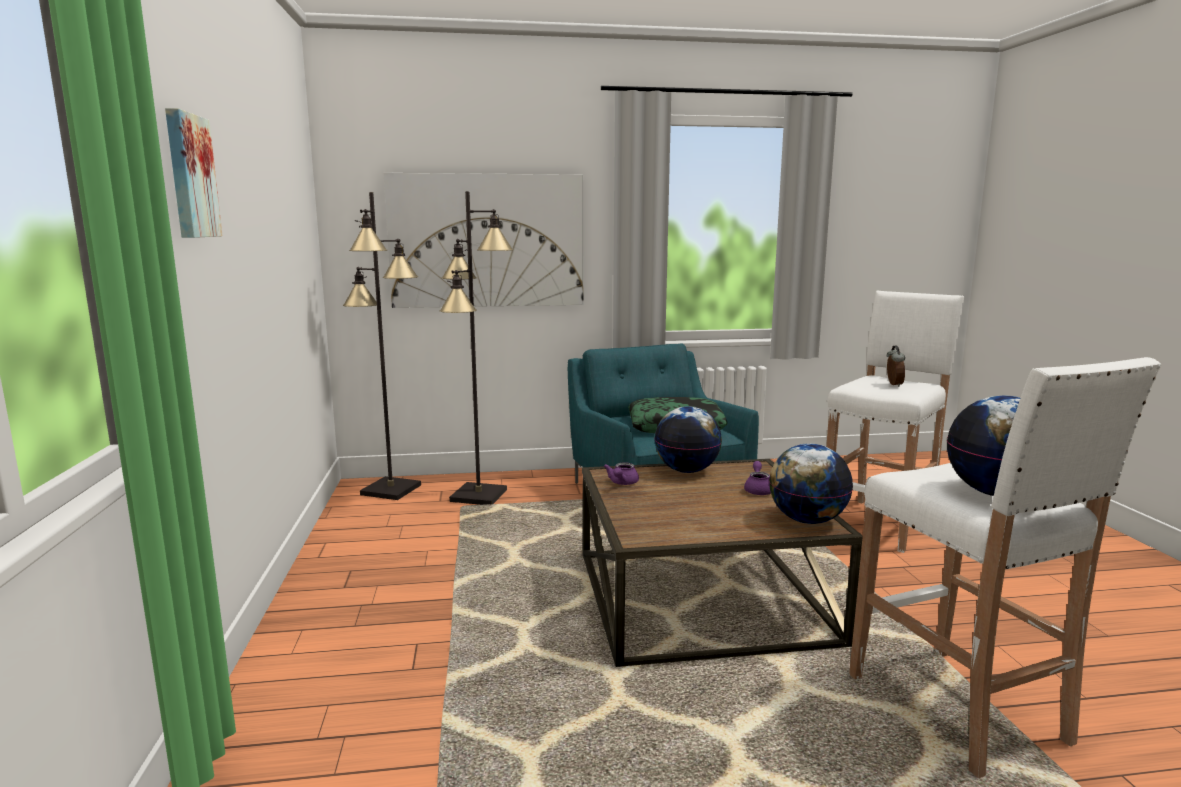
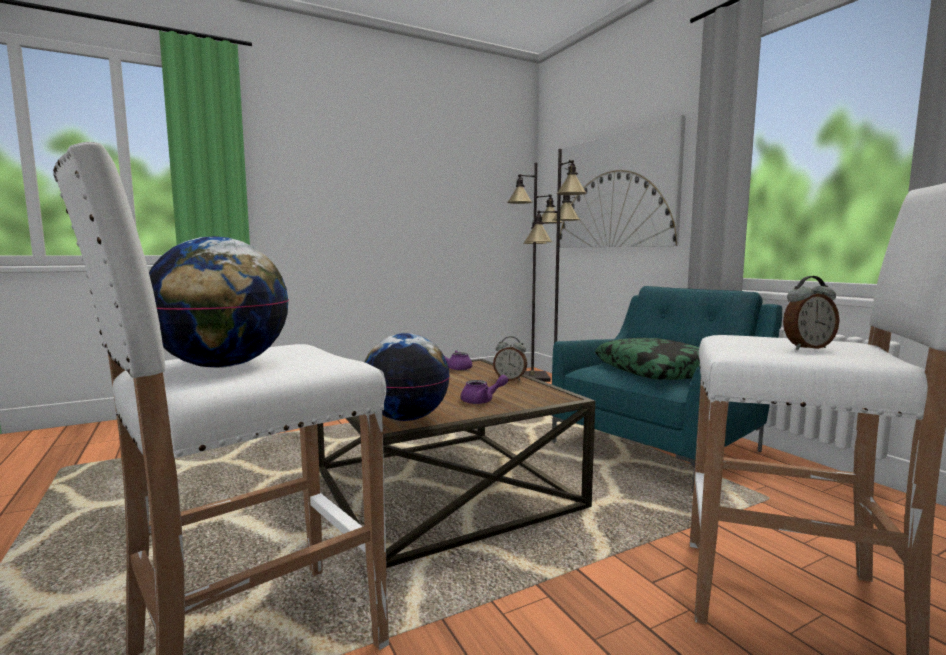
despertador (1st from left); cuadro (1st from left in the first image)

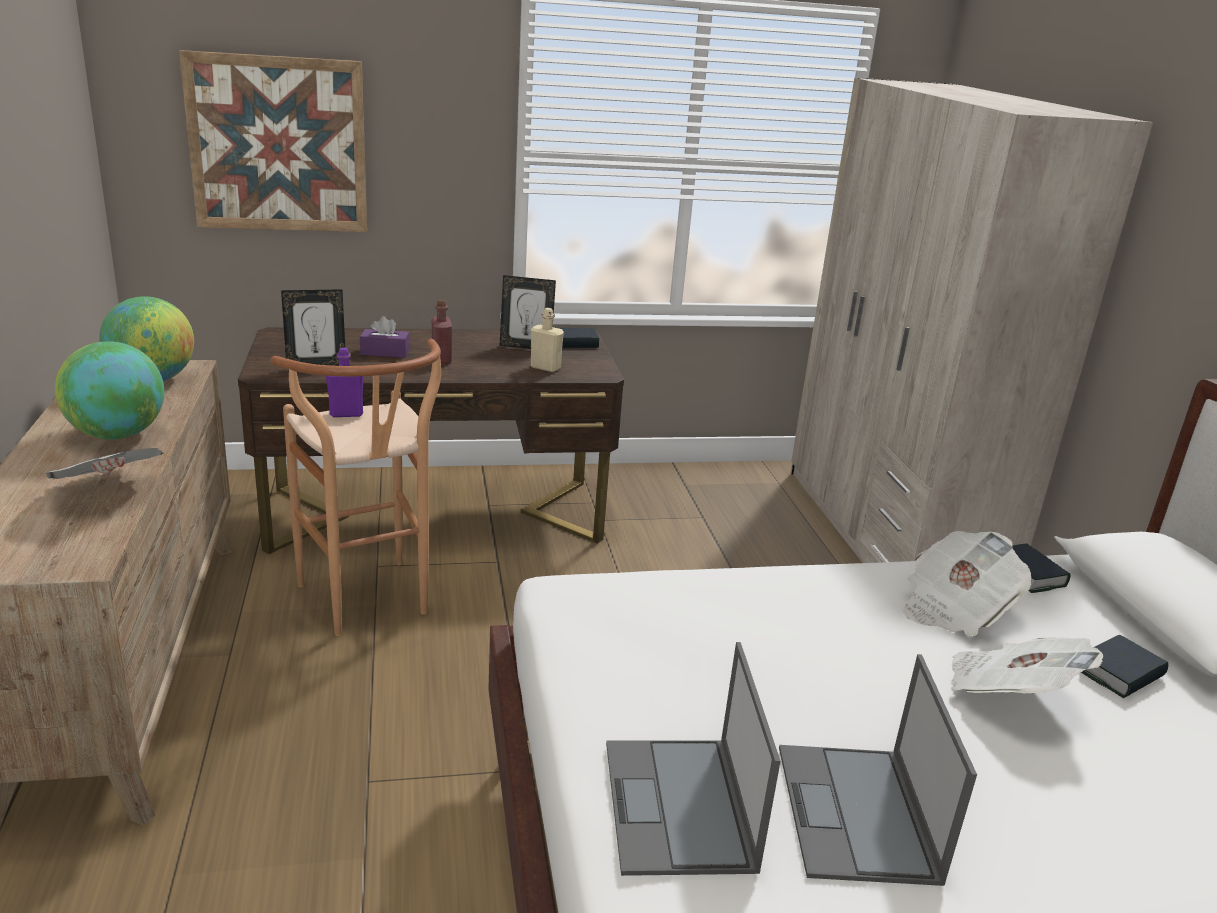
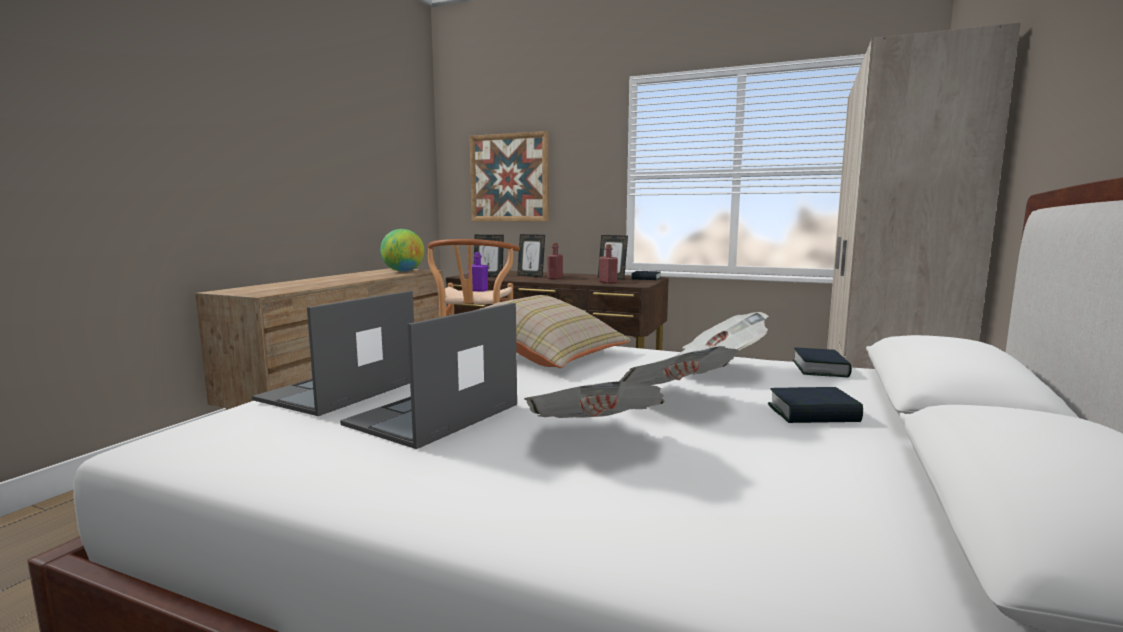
cojín [beis]; portarretratos (2nd from left); periódico (1st from left); botella [rojo] (2nd from left); globo terráqueo (1st from left in the first image)

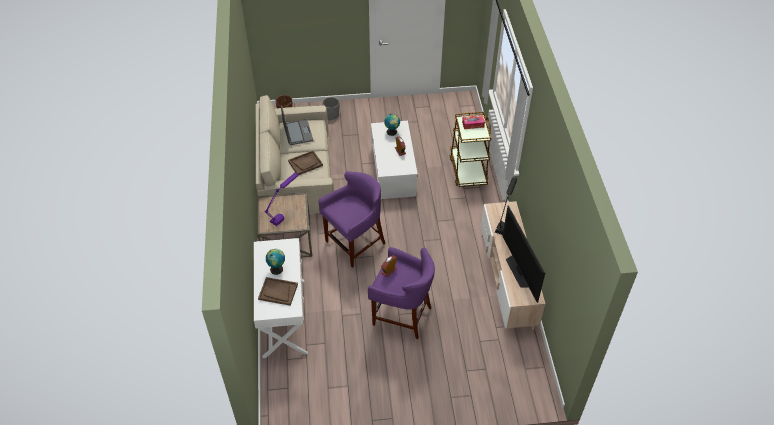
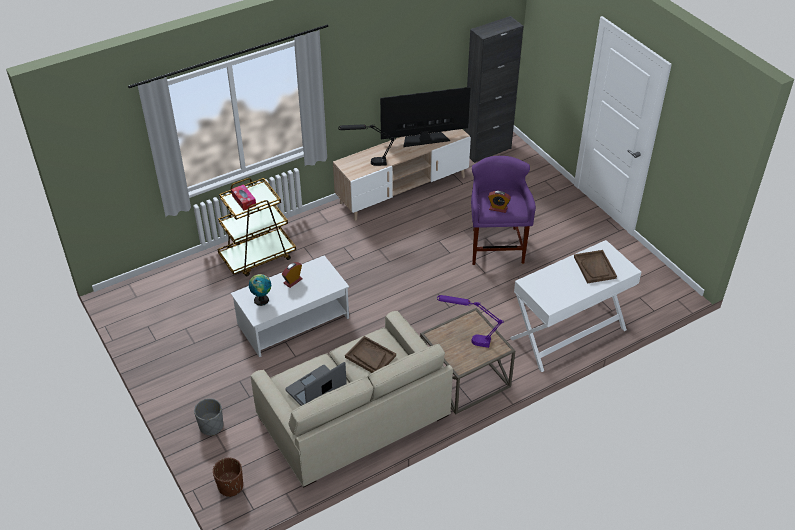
televisor; armario [negro]; globo terráqueo (1st from left in the first image); taburete [morado] (1st from left in the first image)

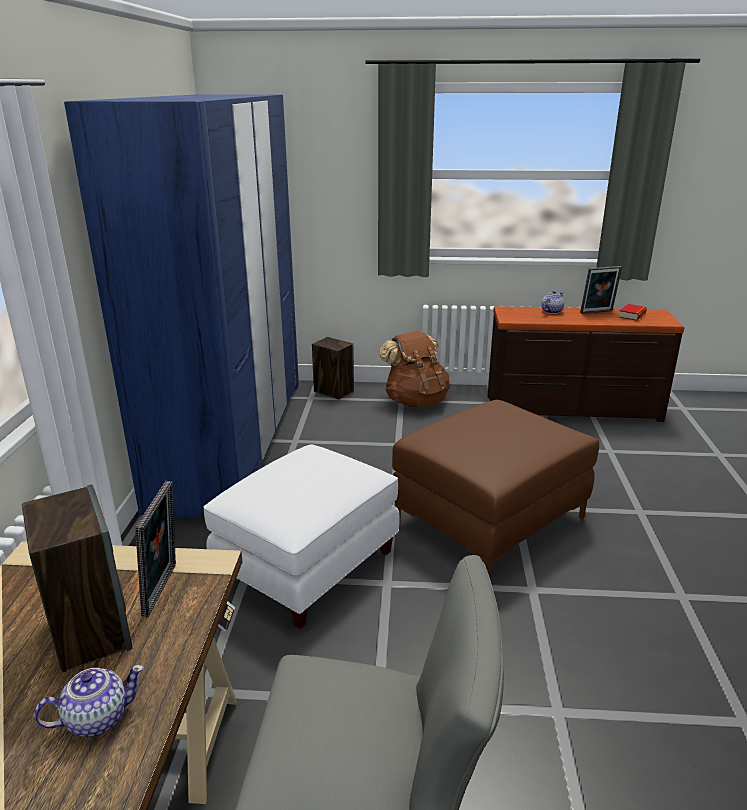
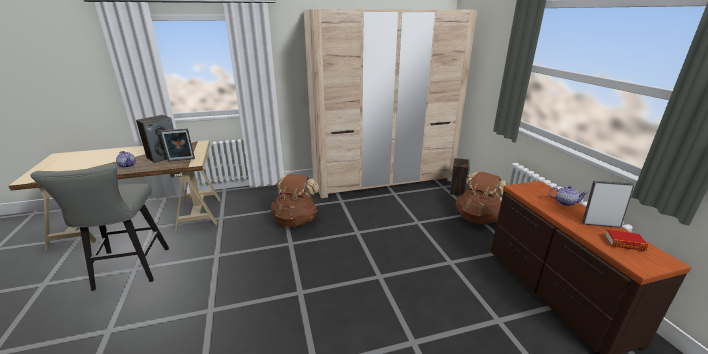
mochila [marrón] (1st from left); armario ropero [beis]; portarretratos (2nd from left); puf [marrón]

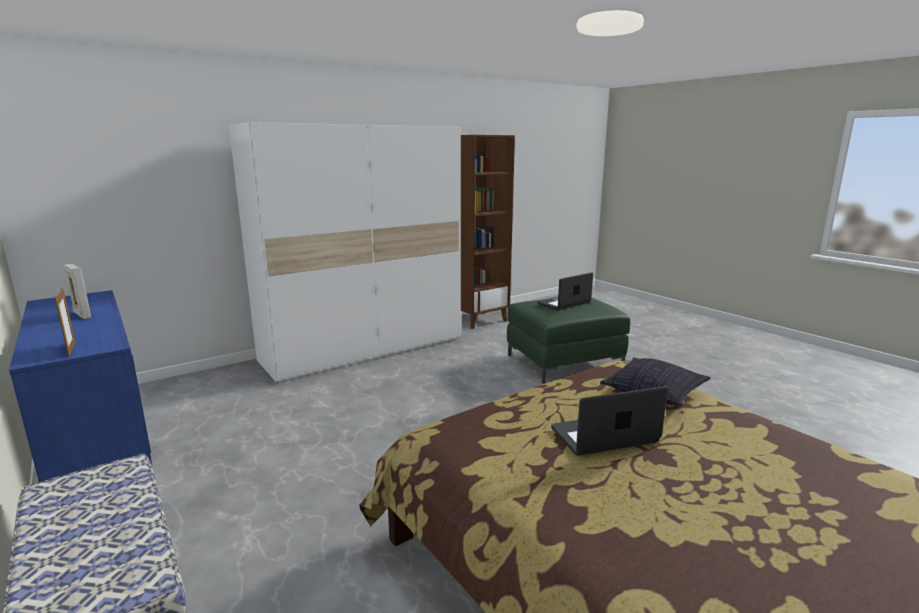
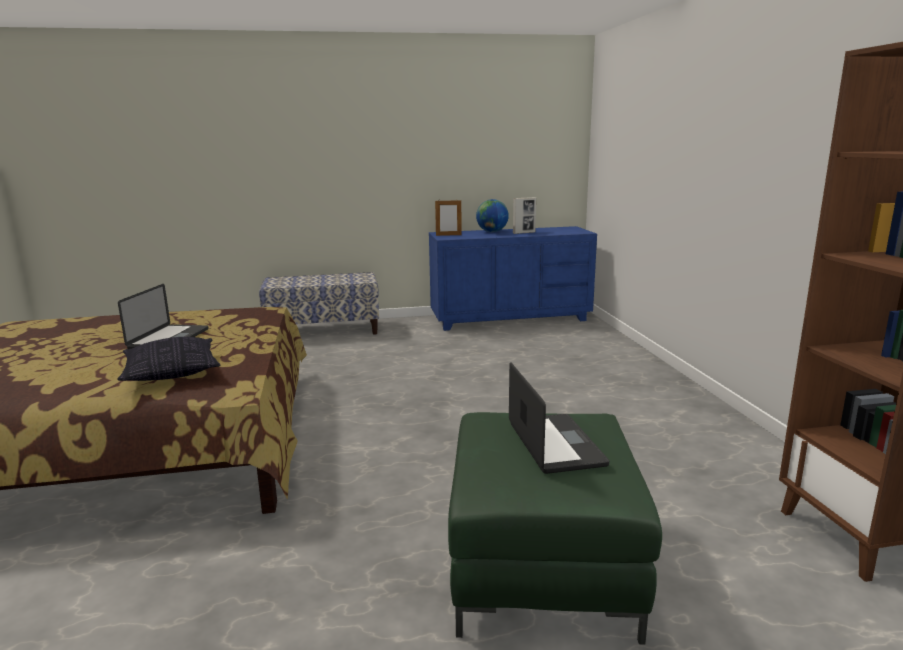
globo terráqueo; armario ropero [blanco]

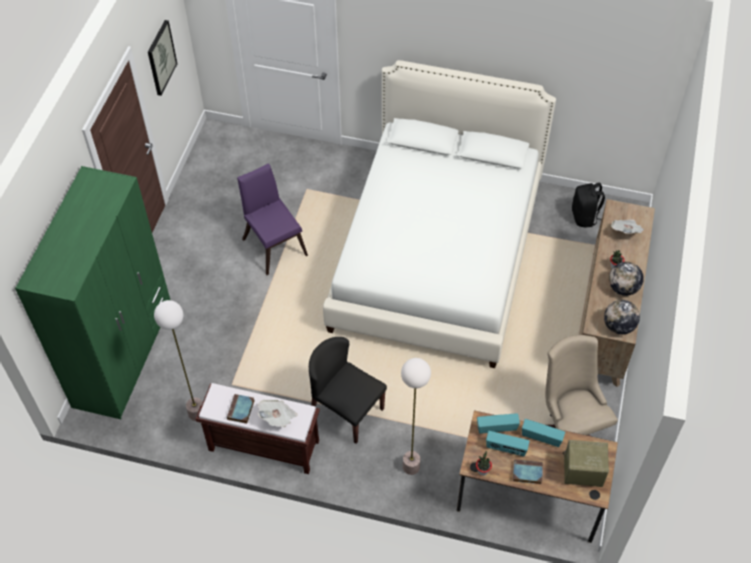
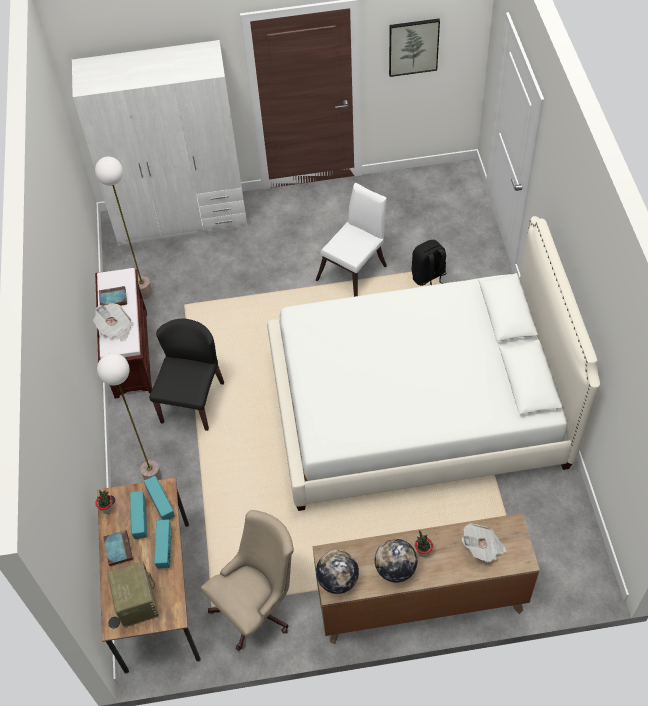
armario ropero [blanco]; silla [blanco]; mochila [negro]

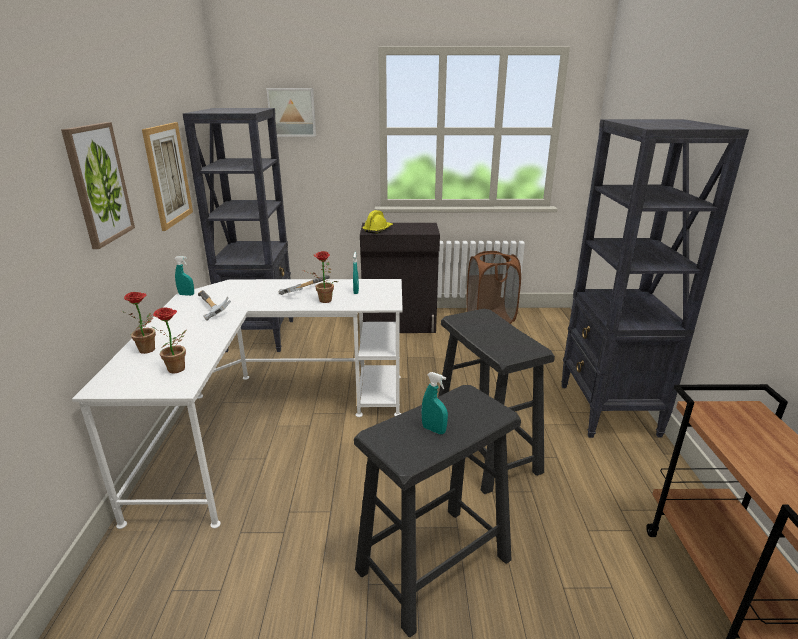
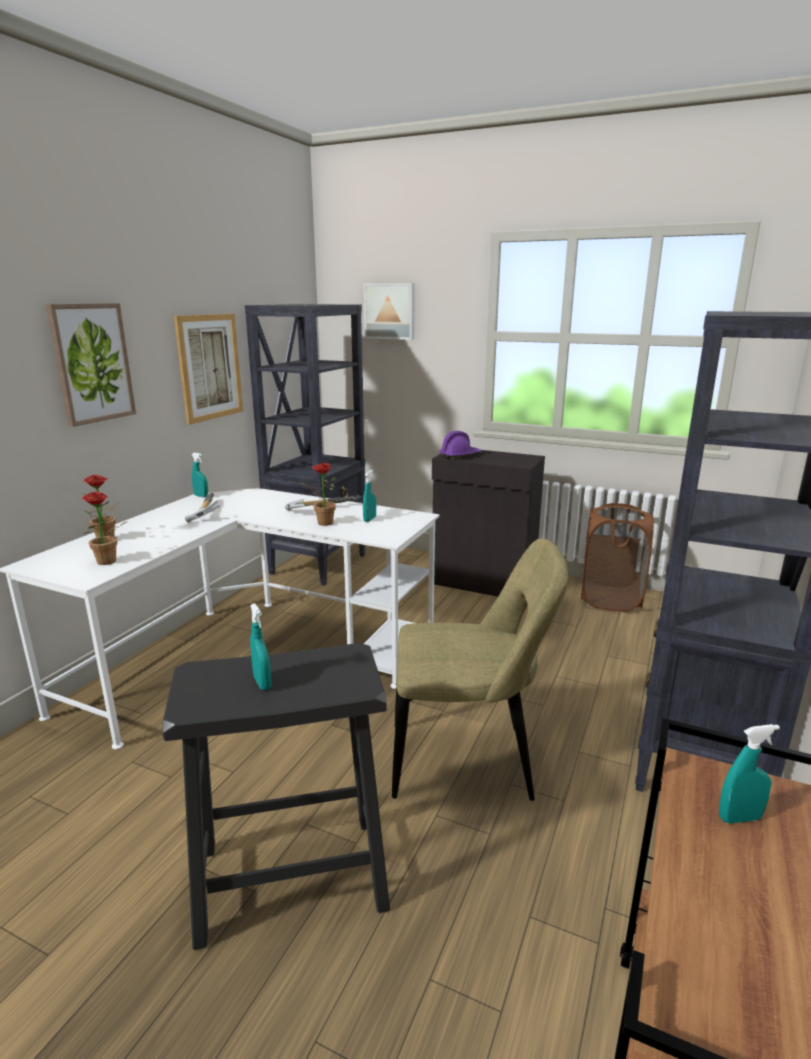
silla [beis]; casco [morado]; pulverizador [turquesa] (4th from left)

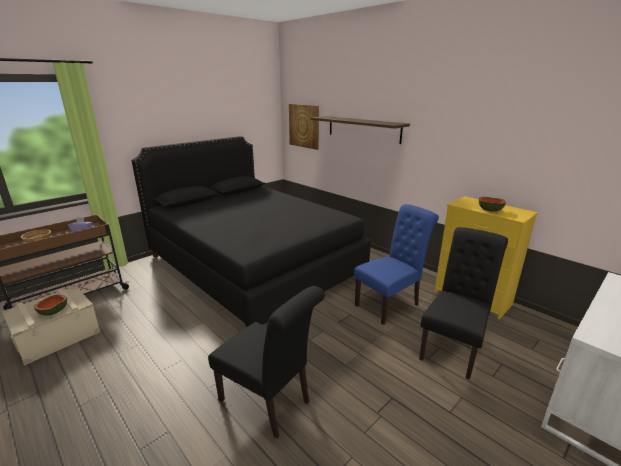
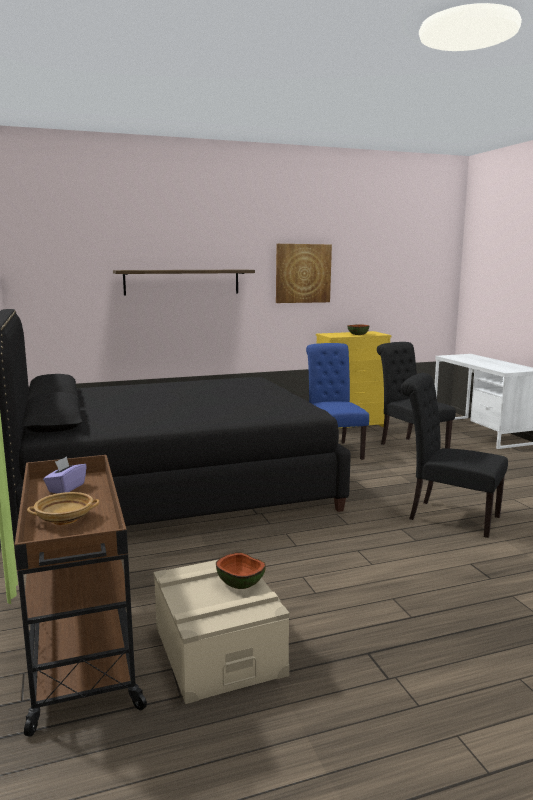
cuadro; silla [negro] (2nd from left)

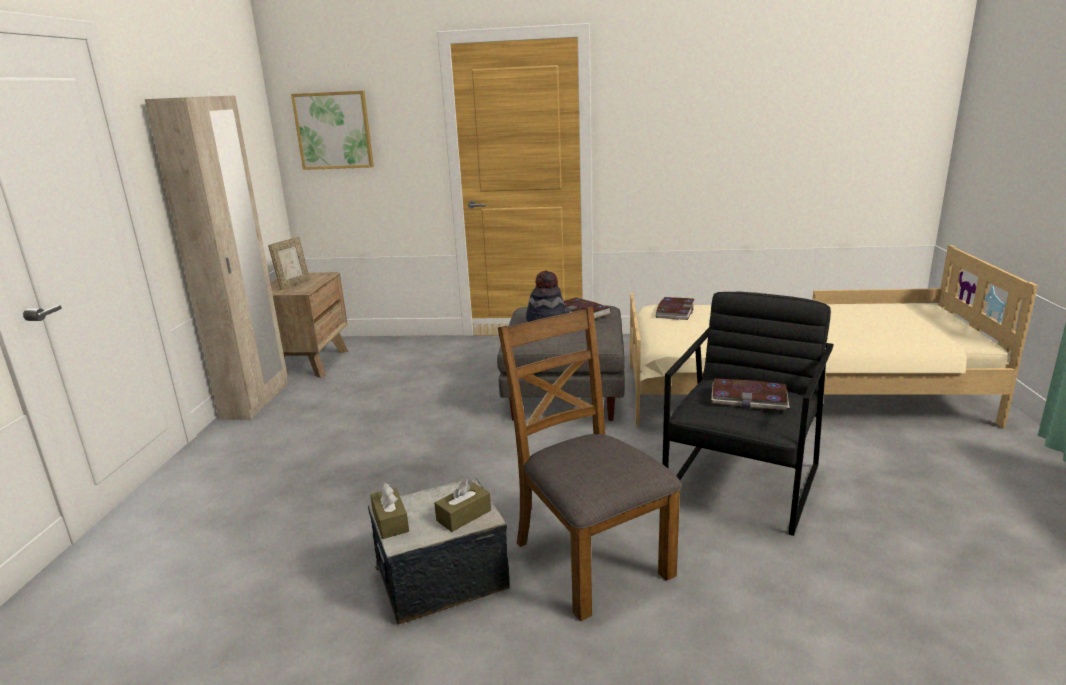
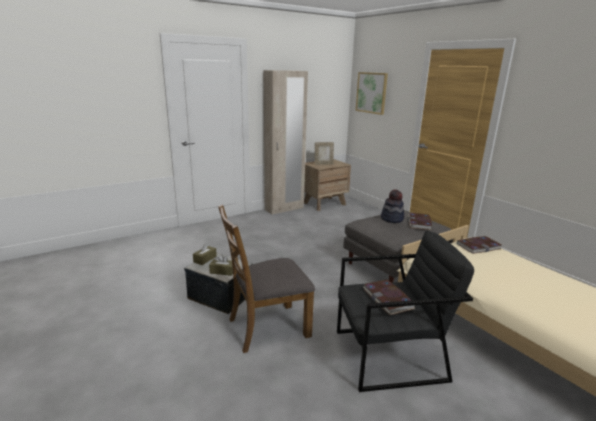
silla [marrón]

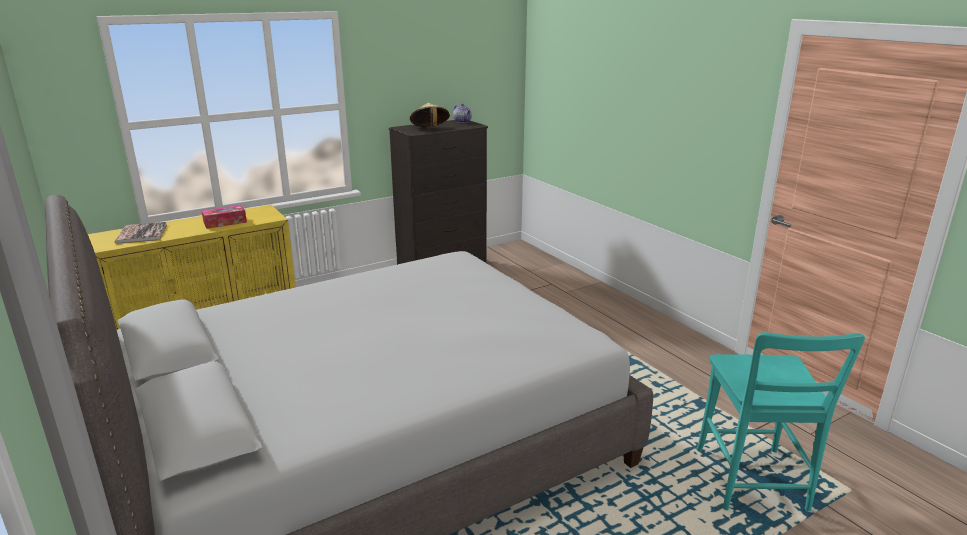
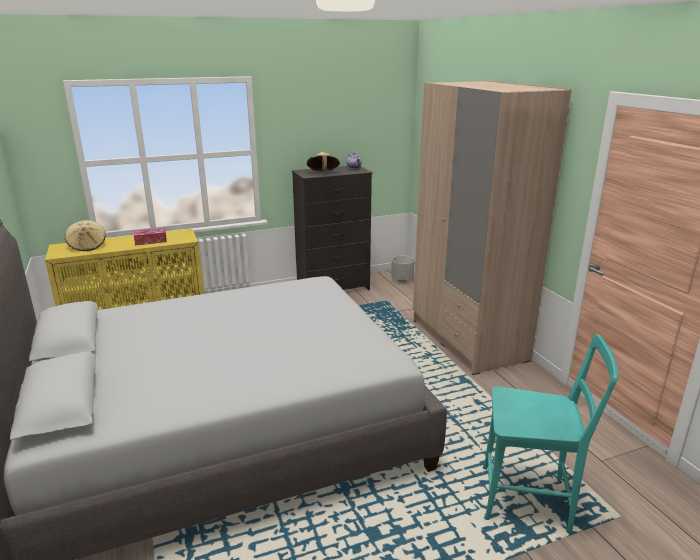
sombrero [beis] (1st from left); maceta [gris]; armario ropero [beis]; silla [turquesa]

